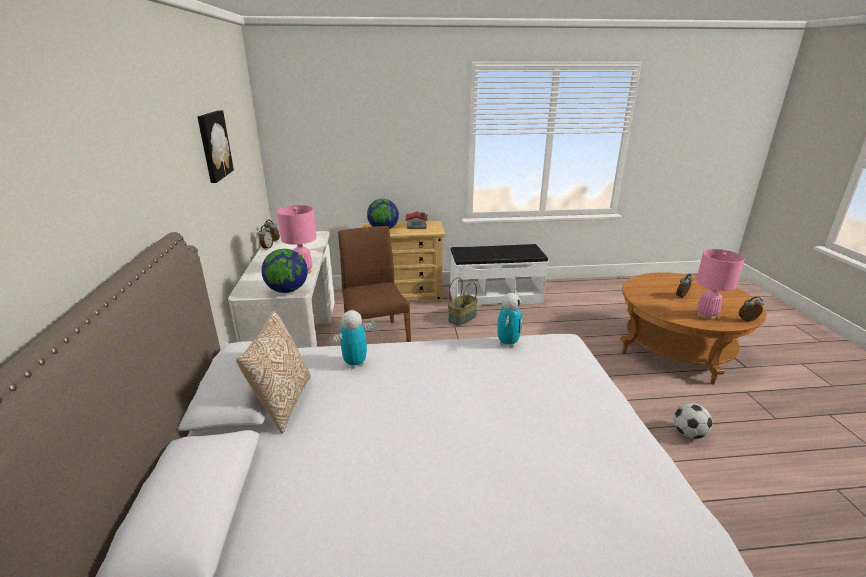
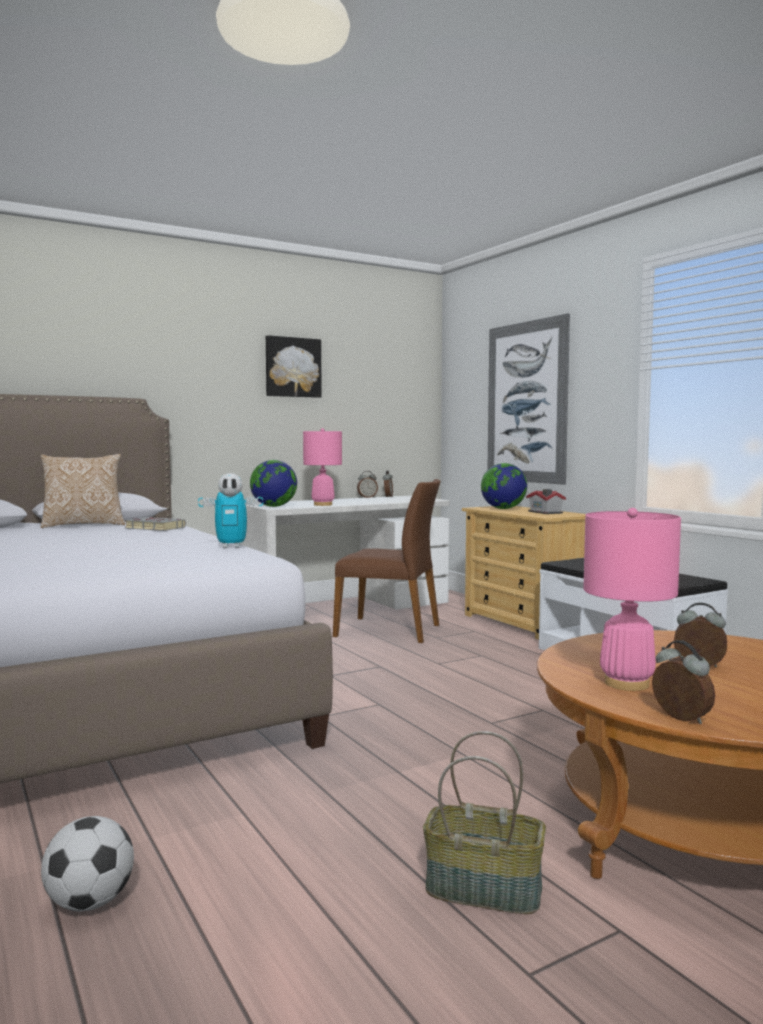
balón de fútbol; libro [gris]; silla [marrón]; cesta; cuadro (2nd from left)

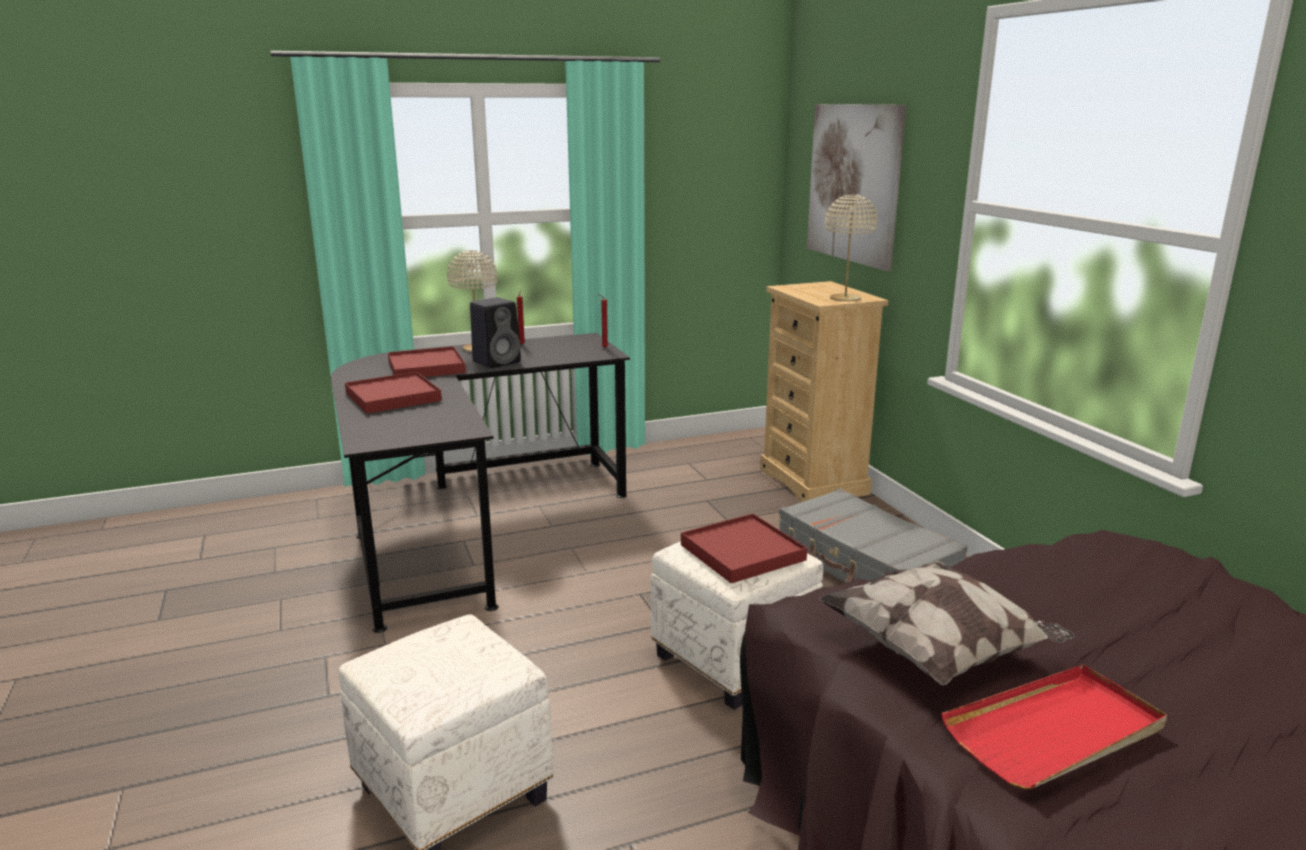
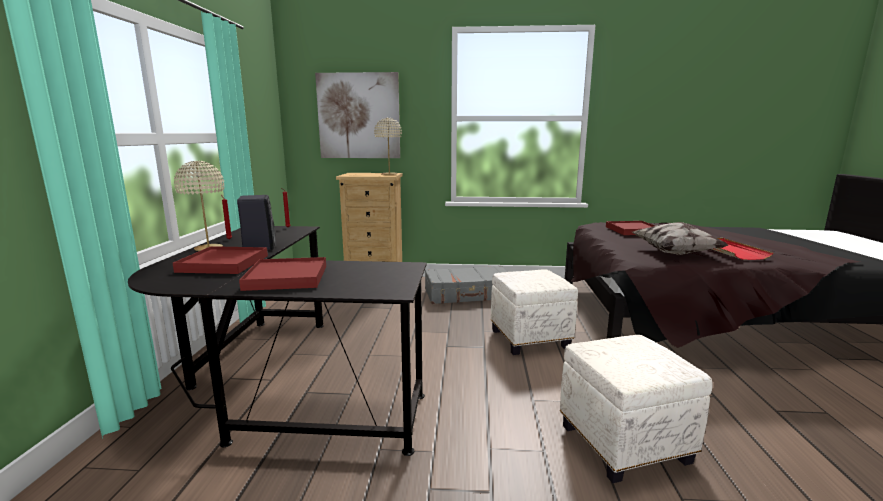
bandeja [rojo] (3rd from left)

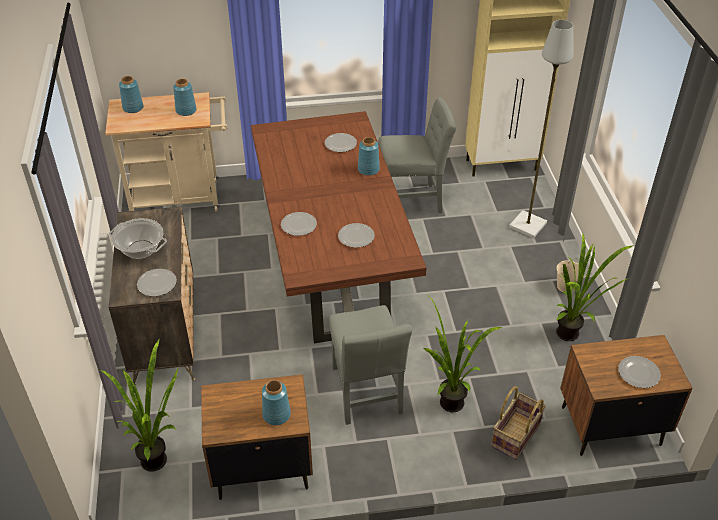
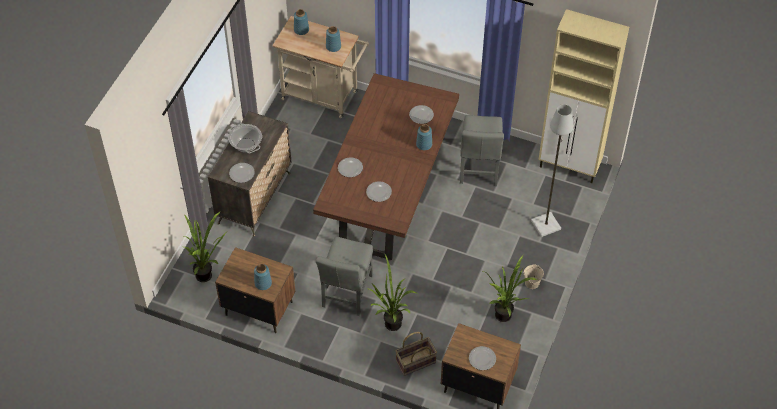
silla [gris] (2nd from left)

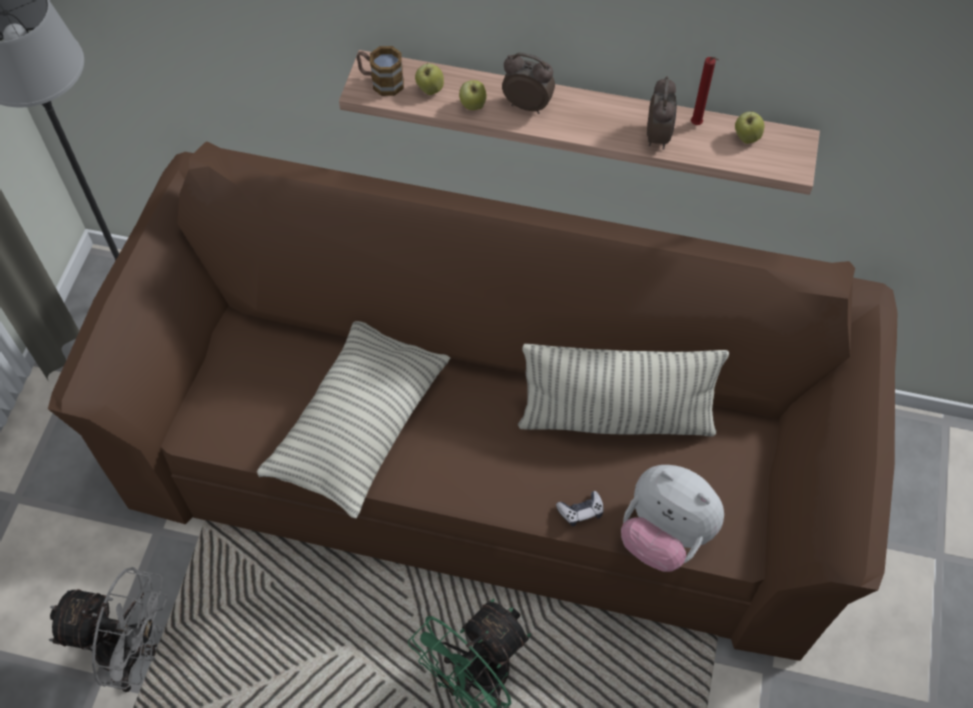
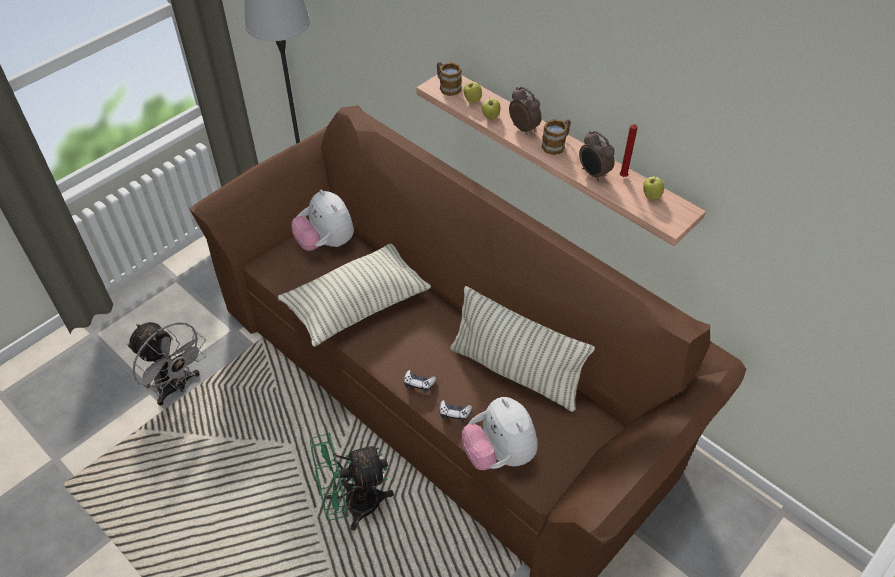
peluche (1st from left); mando de consola (1st from left); taza grande (2nd from left); despertador (2nd from left)

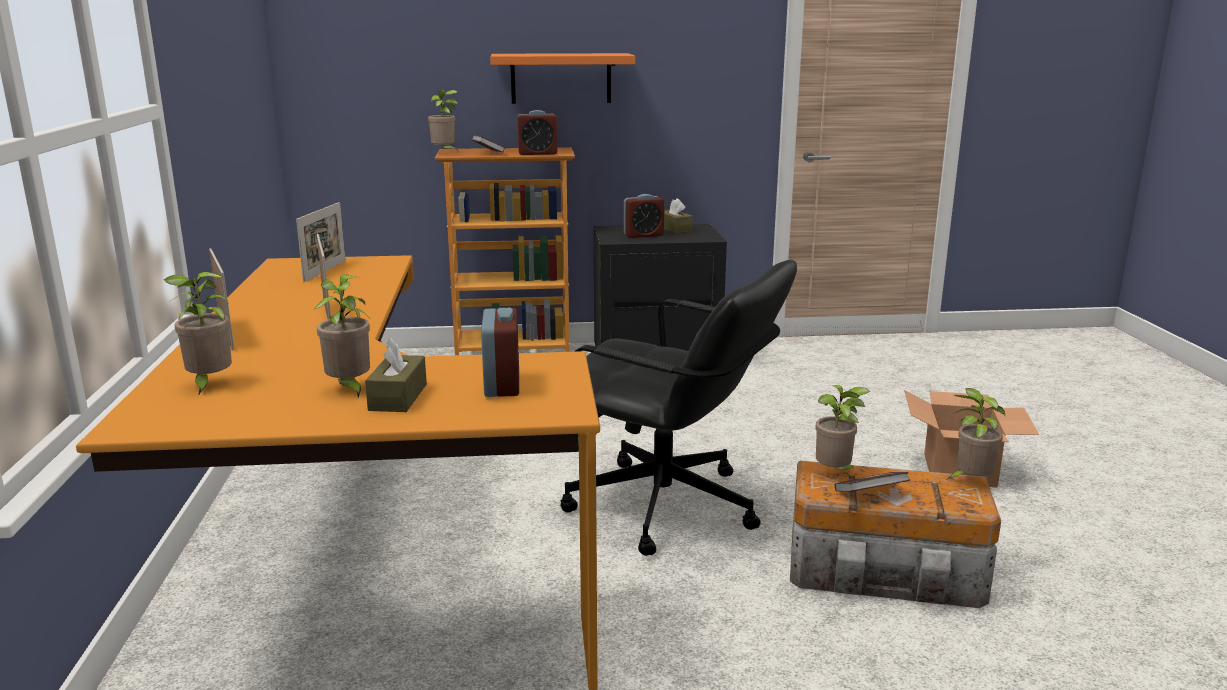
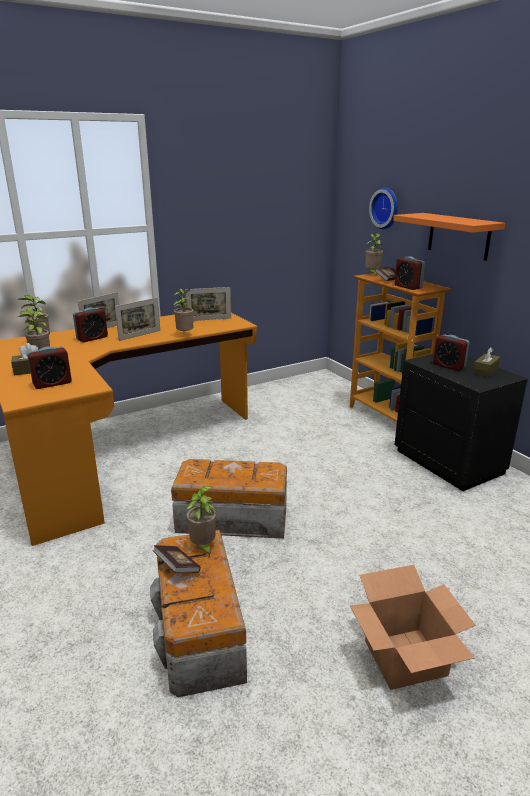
despertador (2nd from left); caja de almacenaje (2nd from left); planta en maceta (3rd from left); reloj de pared

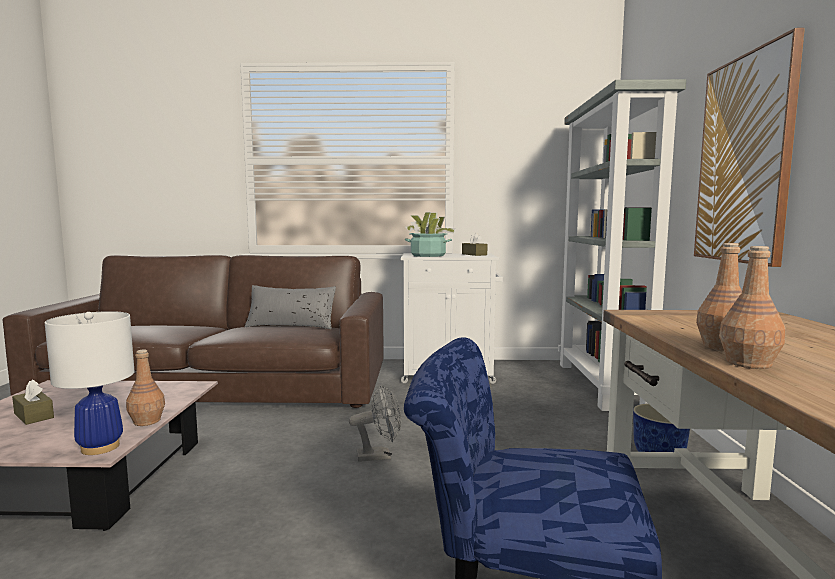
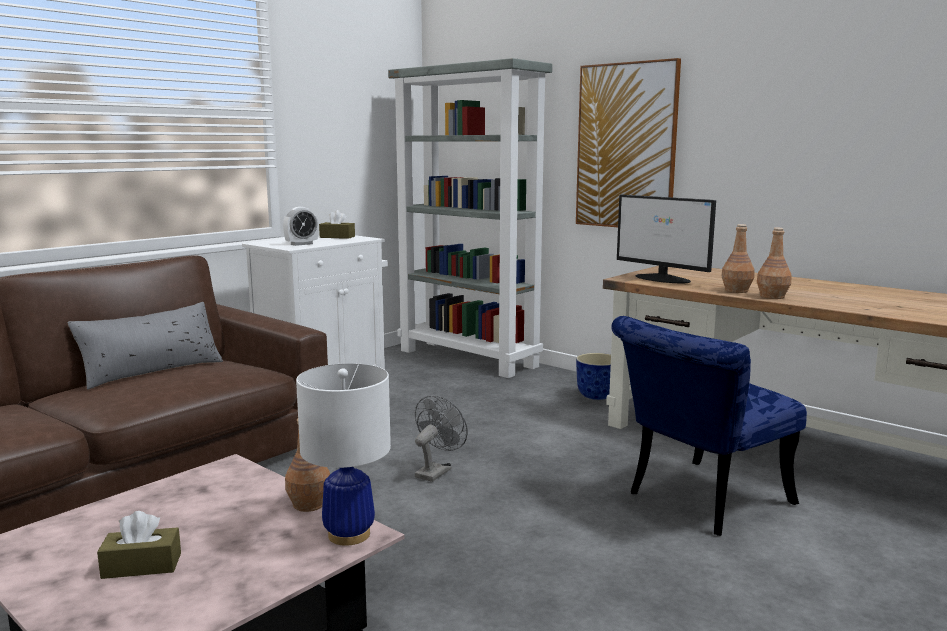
despertador; monitor

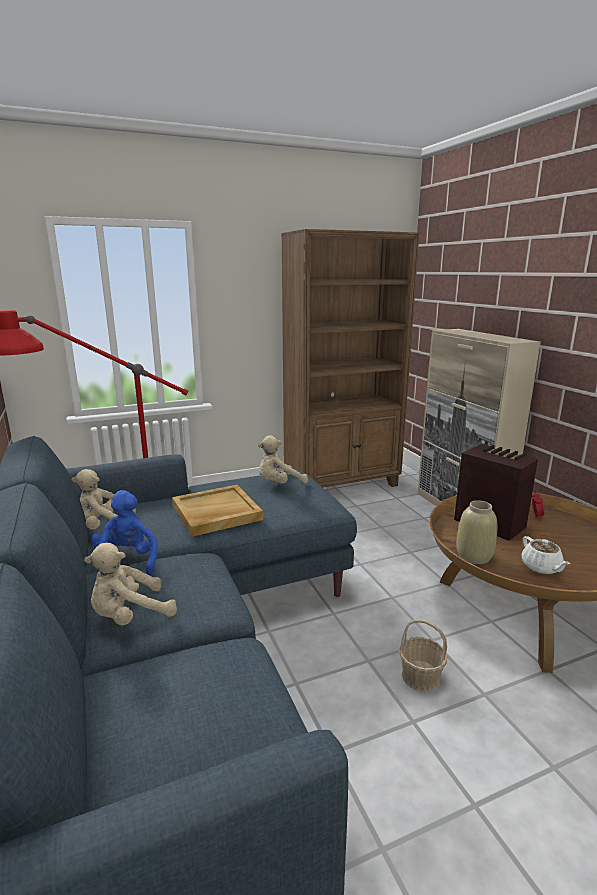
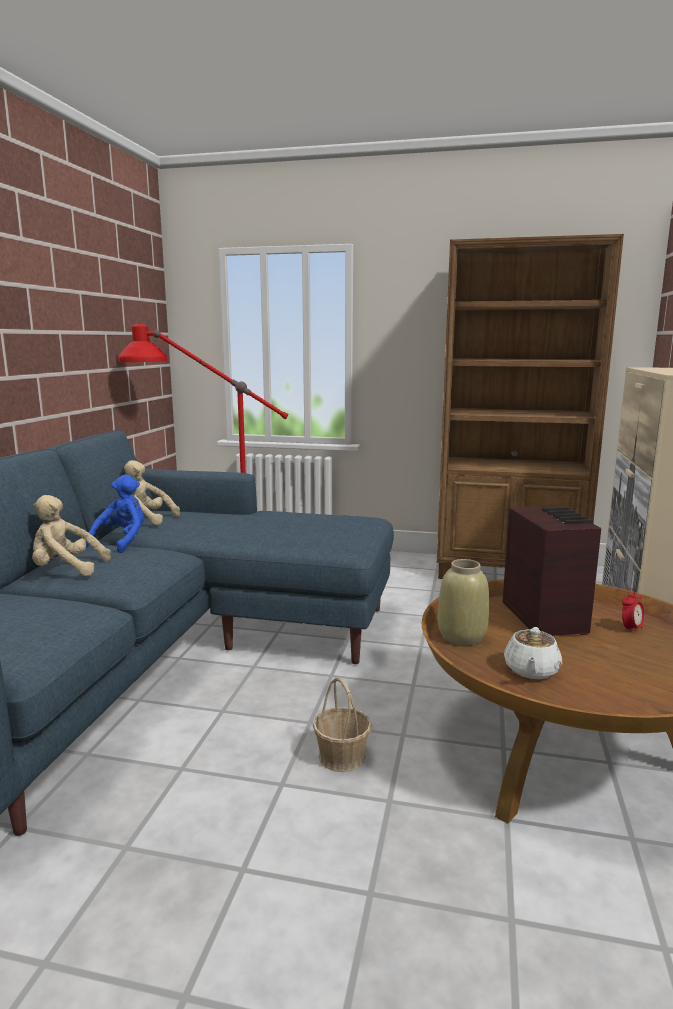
bandeja [beis]; peluche [beis] (3rd from left in the first image)

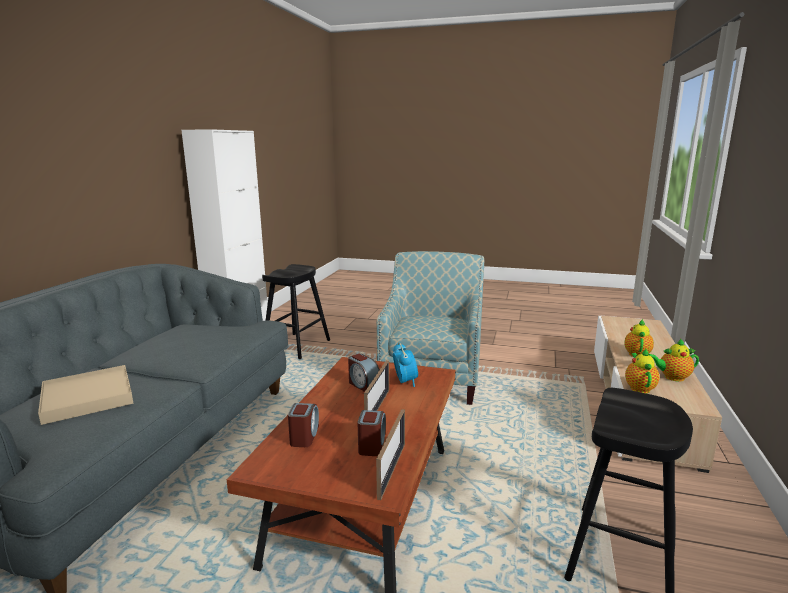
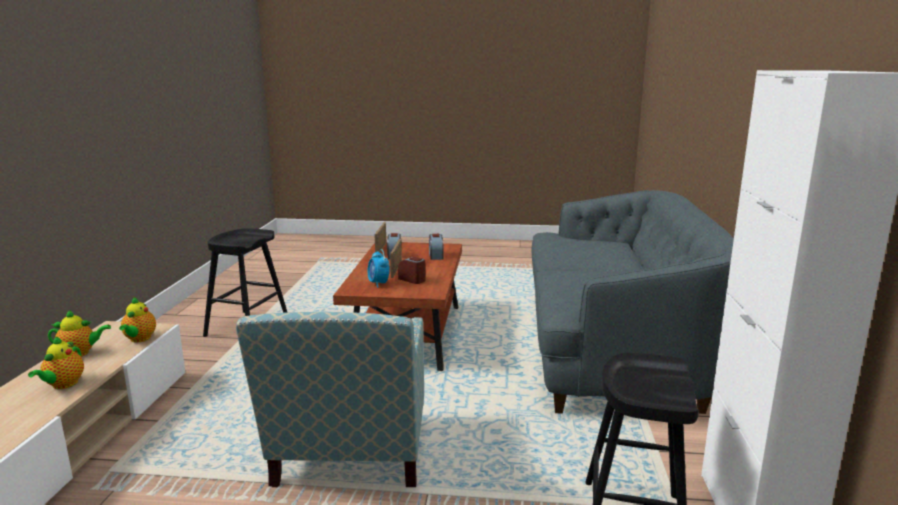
bandeja [beis]

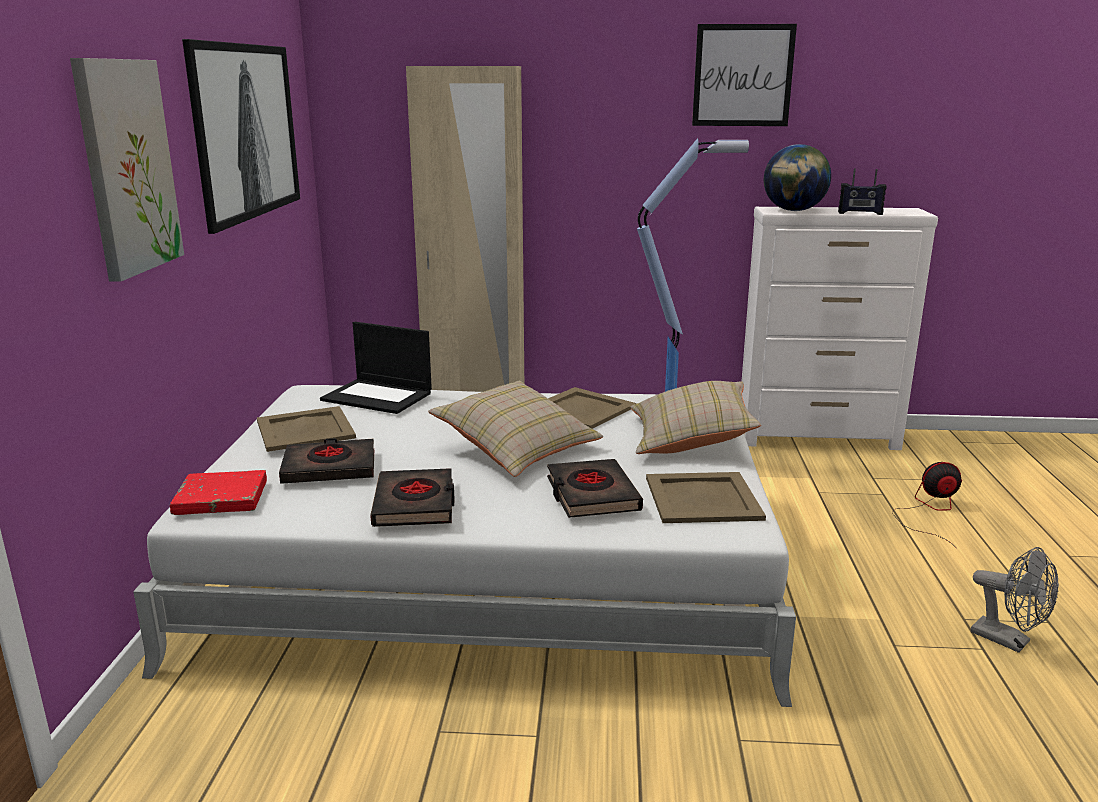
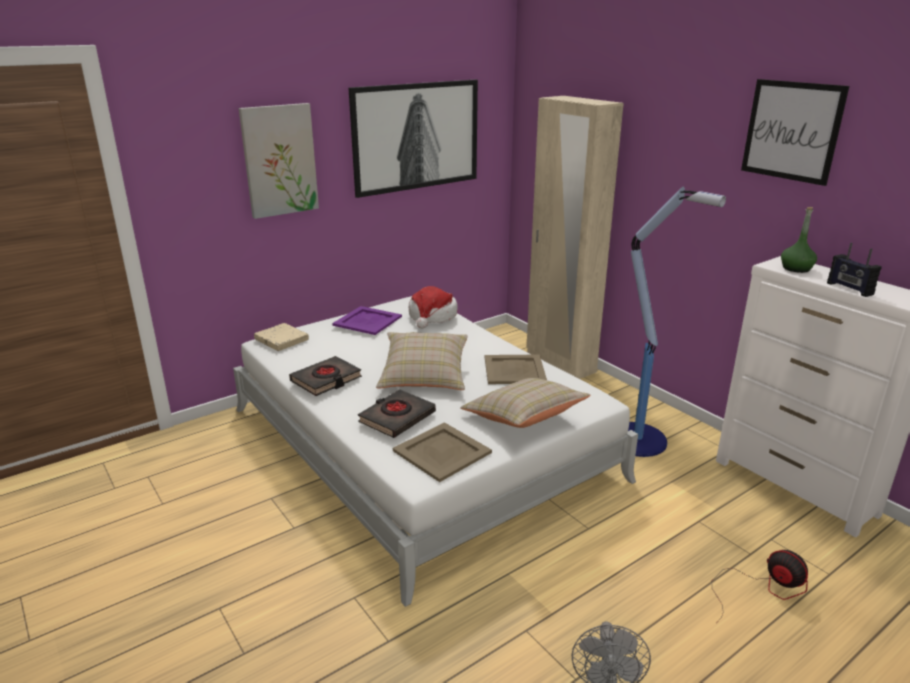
libro [beis]; bandeja [morado]; sombrero; botella [verde]; libro [negro] (1st from left in the first image)

